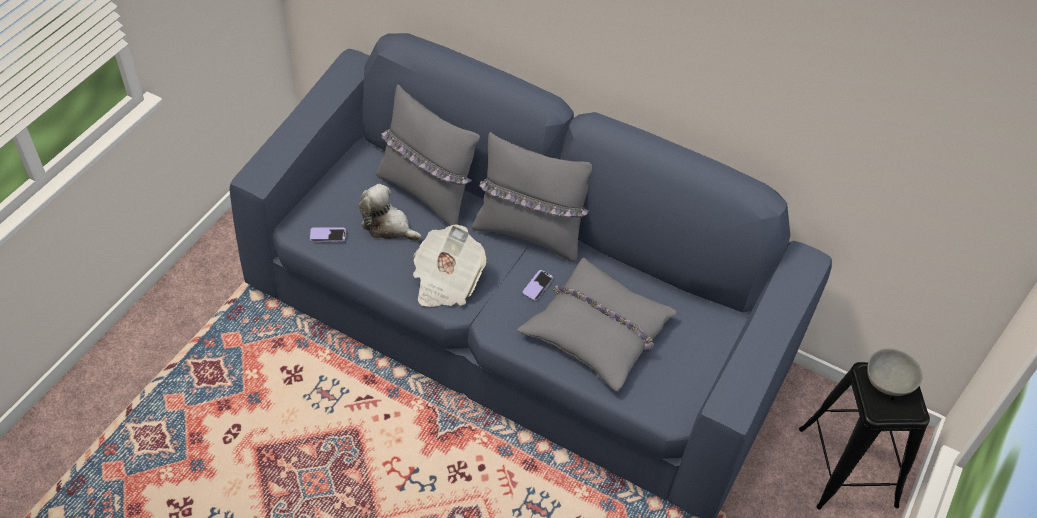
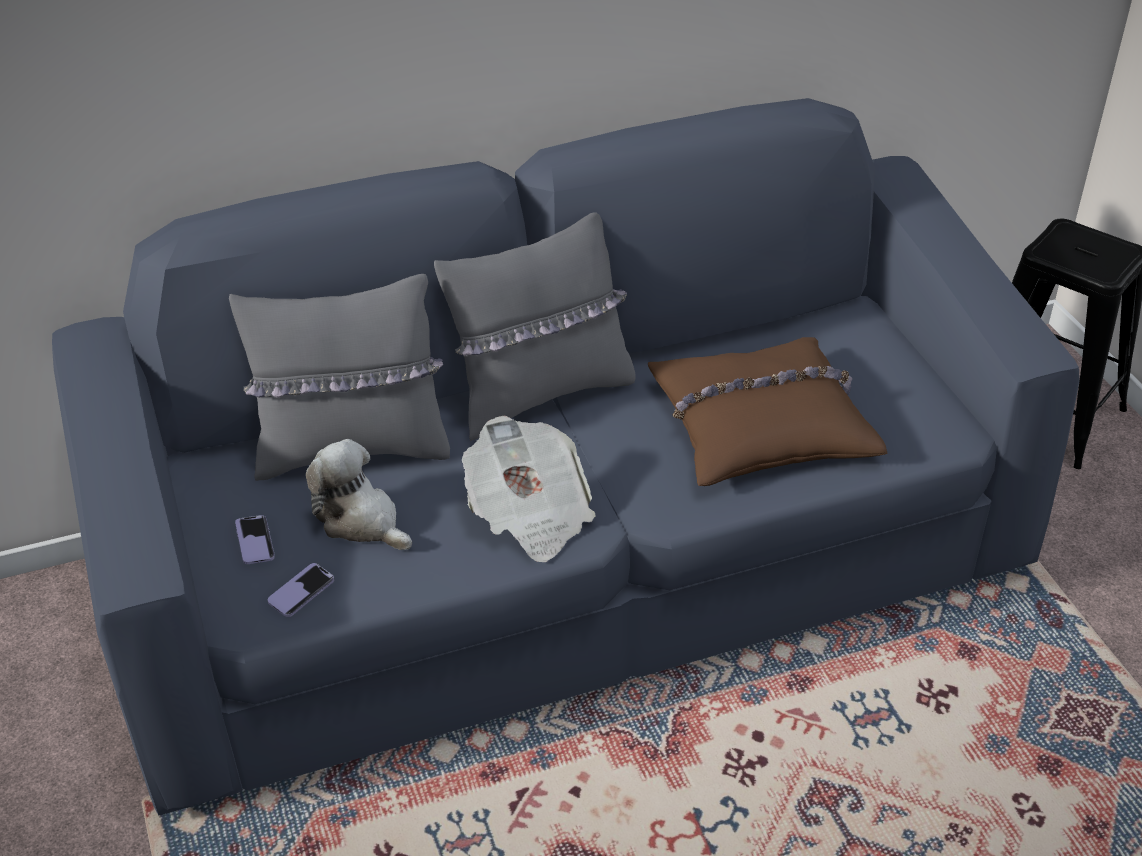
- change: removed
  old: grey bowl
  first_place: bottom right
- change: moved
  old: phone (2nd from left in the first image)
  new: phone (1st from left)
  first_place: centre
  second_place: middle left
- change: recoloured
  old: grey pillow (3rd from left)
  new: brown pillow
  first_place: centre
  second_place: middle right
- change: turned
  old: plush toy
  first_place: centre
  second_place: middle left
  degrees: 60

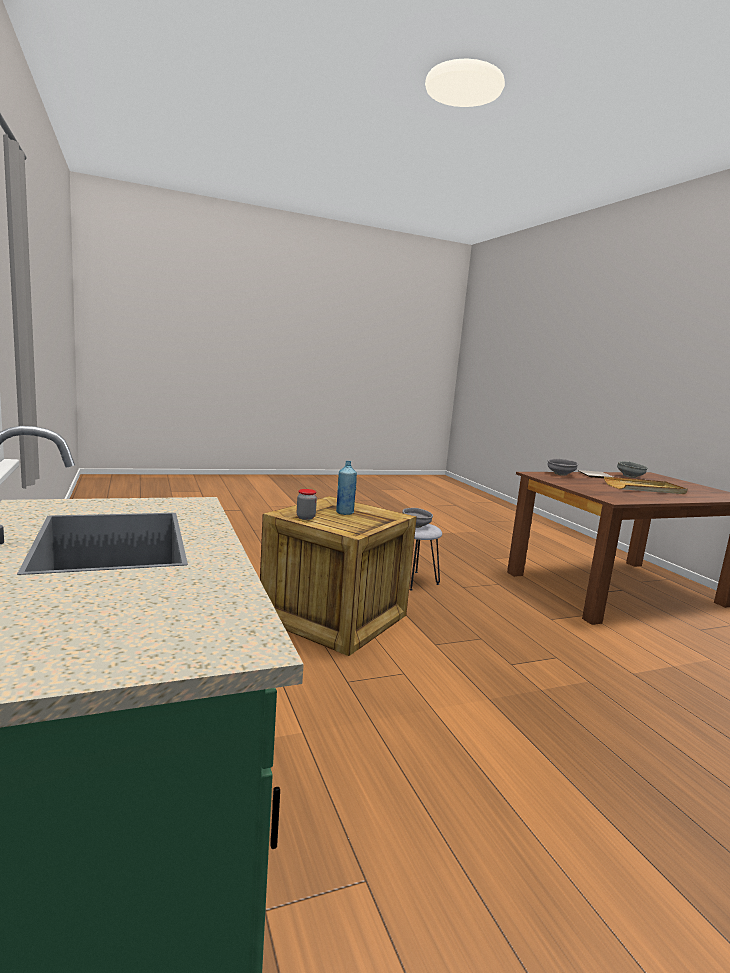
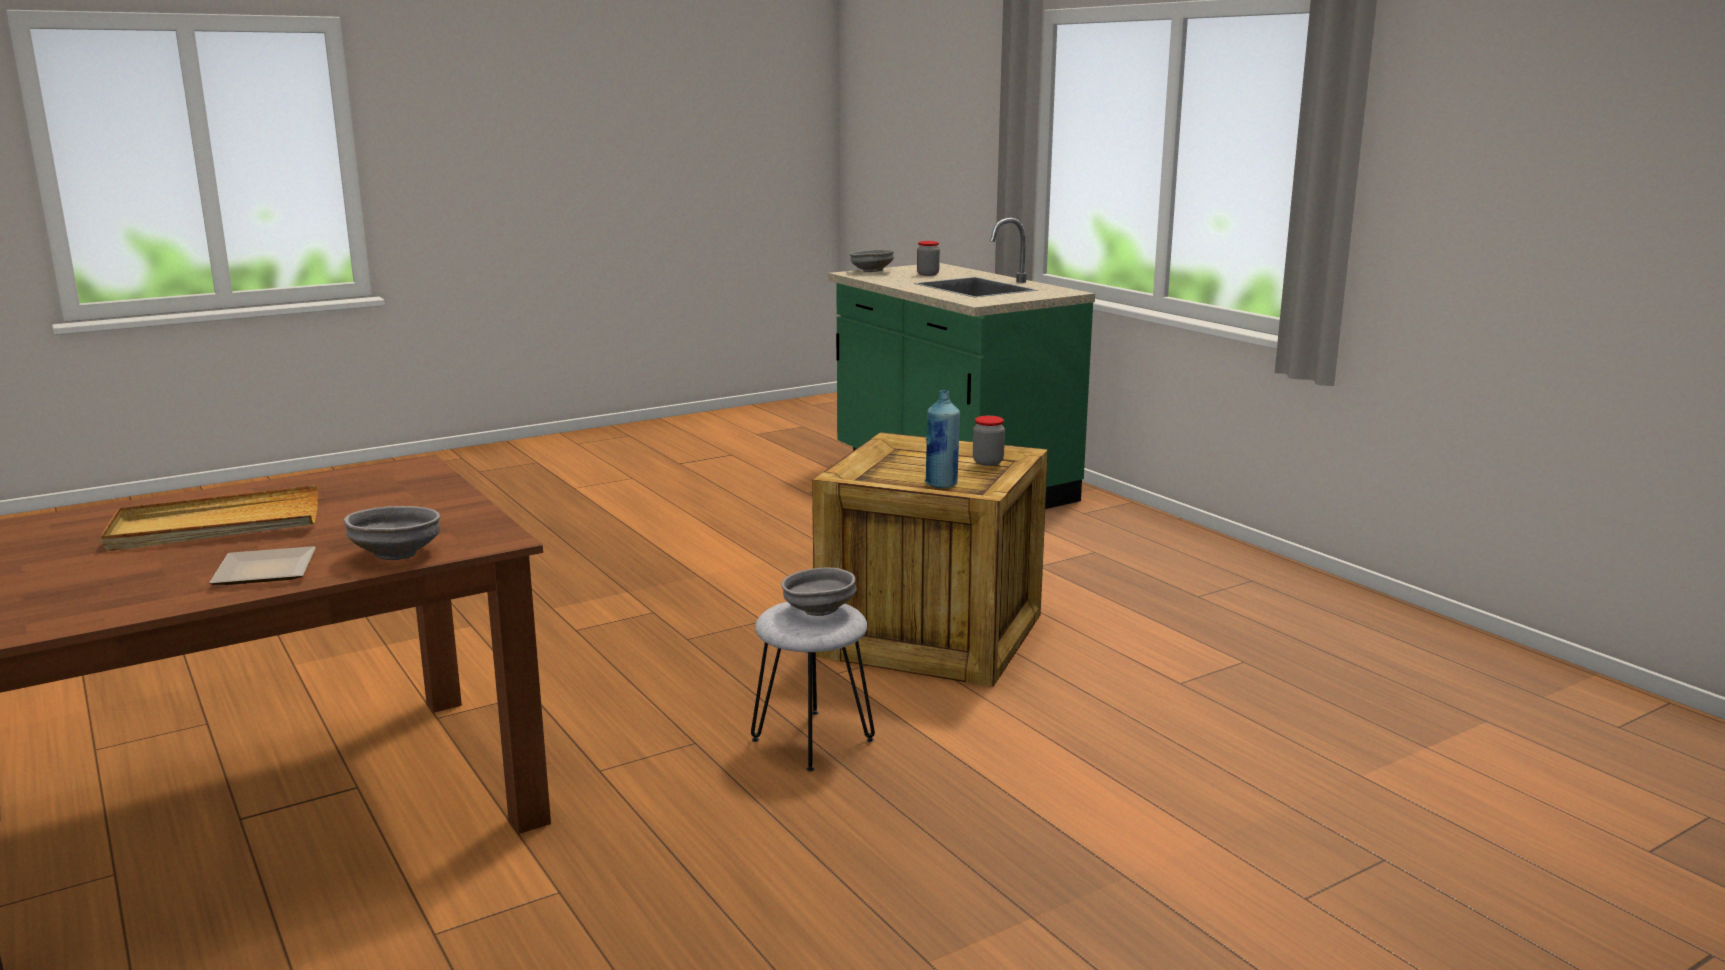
- change: added
  new: jar (1st from left)
  second_place: top centre
- change: moved
  old: grey bowl (3rd from left)
  first_place: middle right
  second_place: top centre

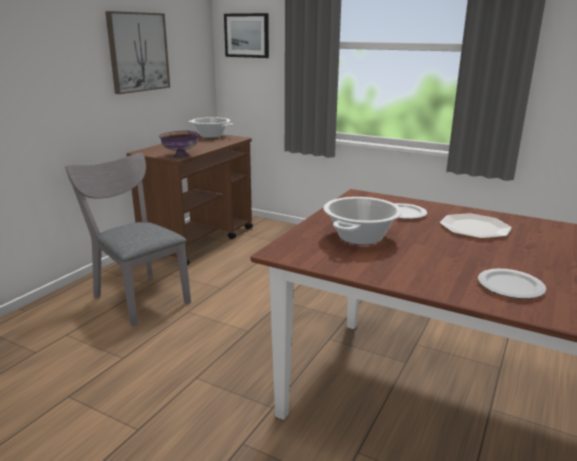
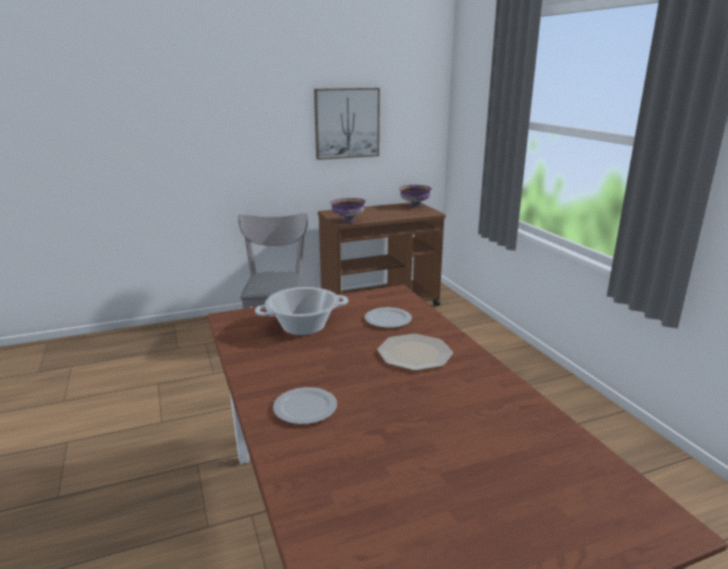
- change: removed
  old: picture (2nd from left)
  first_place: top centre
- change: replaced
  old: cooking pot (1st from left)
  new: purple bowl (2nd from left)
  first_place: top centre
  second_place: centre

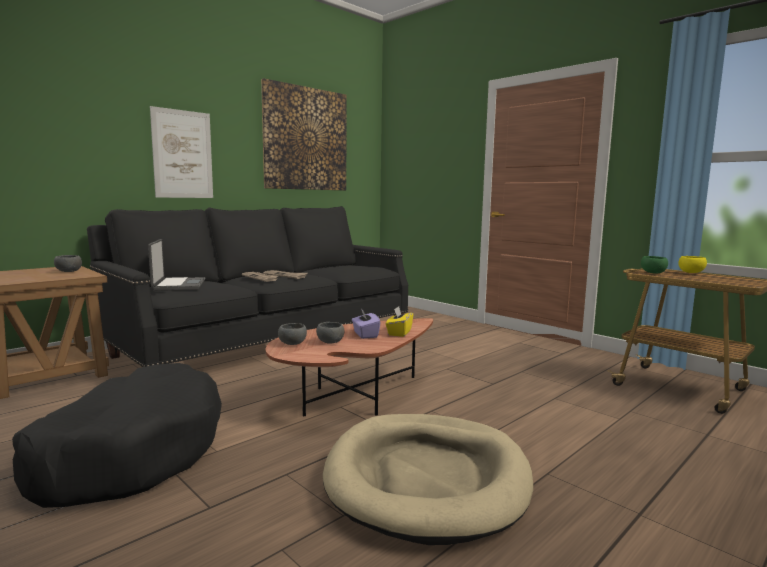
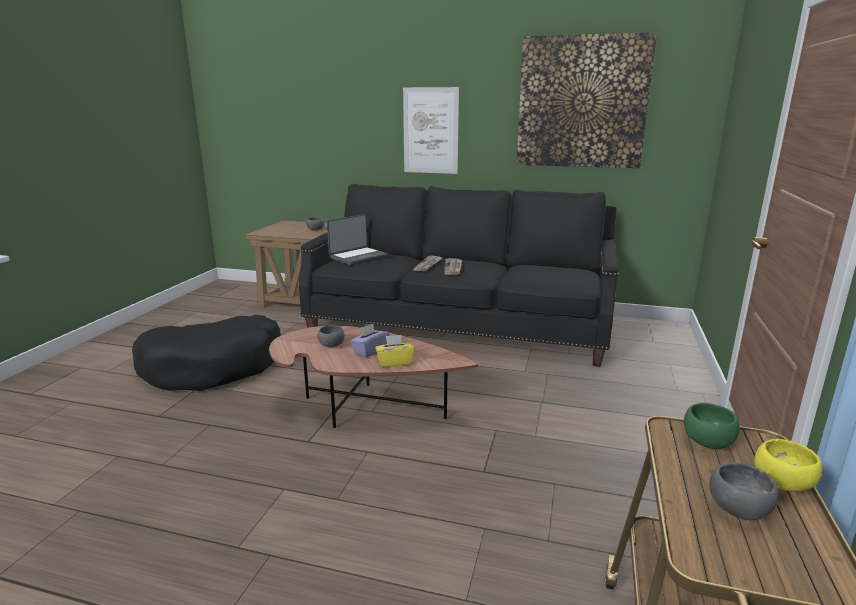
- change: removed
  old: beige dog bed
  first_place: bottom centre
- change: moved
  old: grey bowl (2nd from left in the first image)
  new: grey bowl (3rd from left)
  first_place: centre
  second_place: bottom right

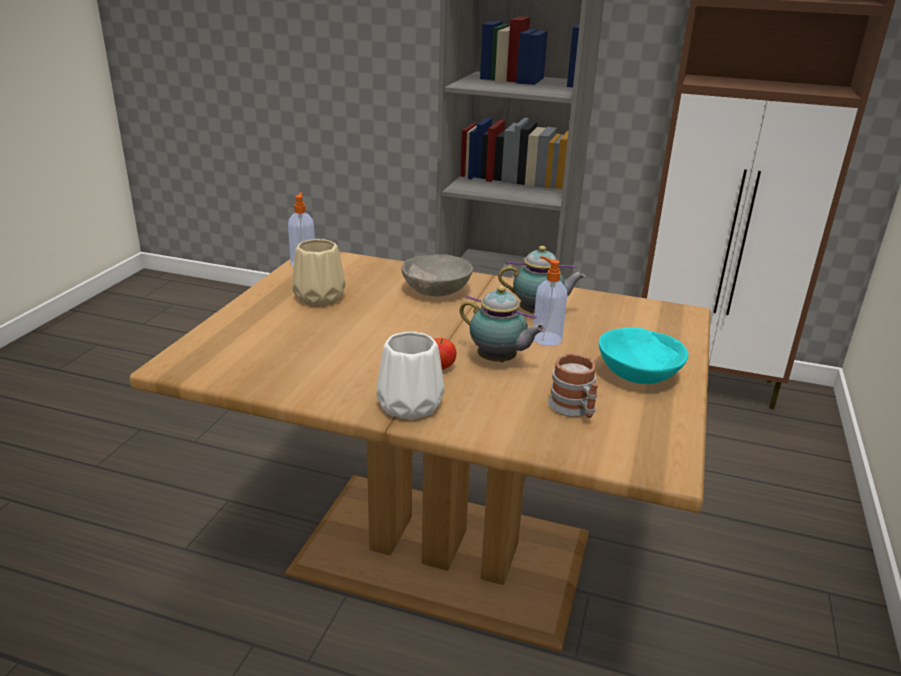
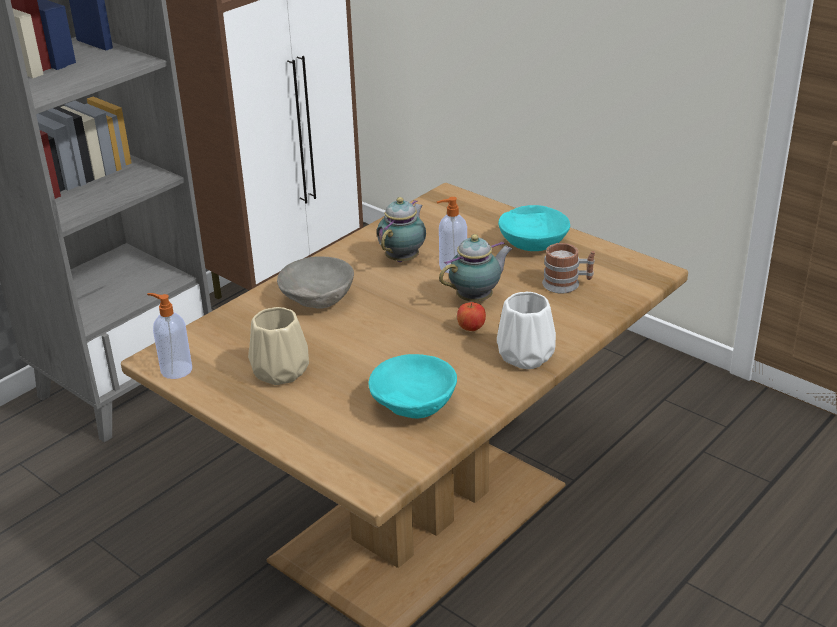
- change: added
  new: turquoise bowl (1st from left)
  second_place: centre

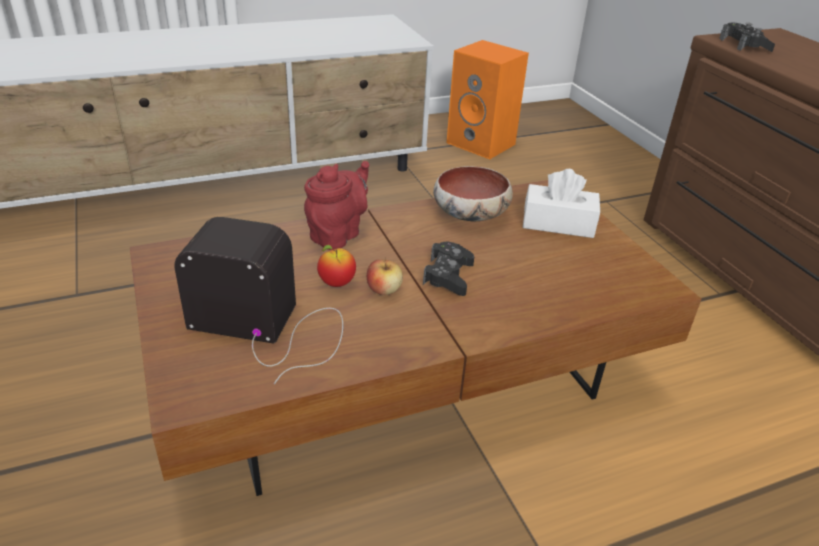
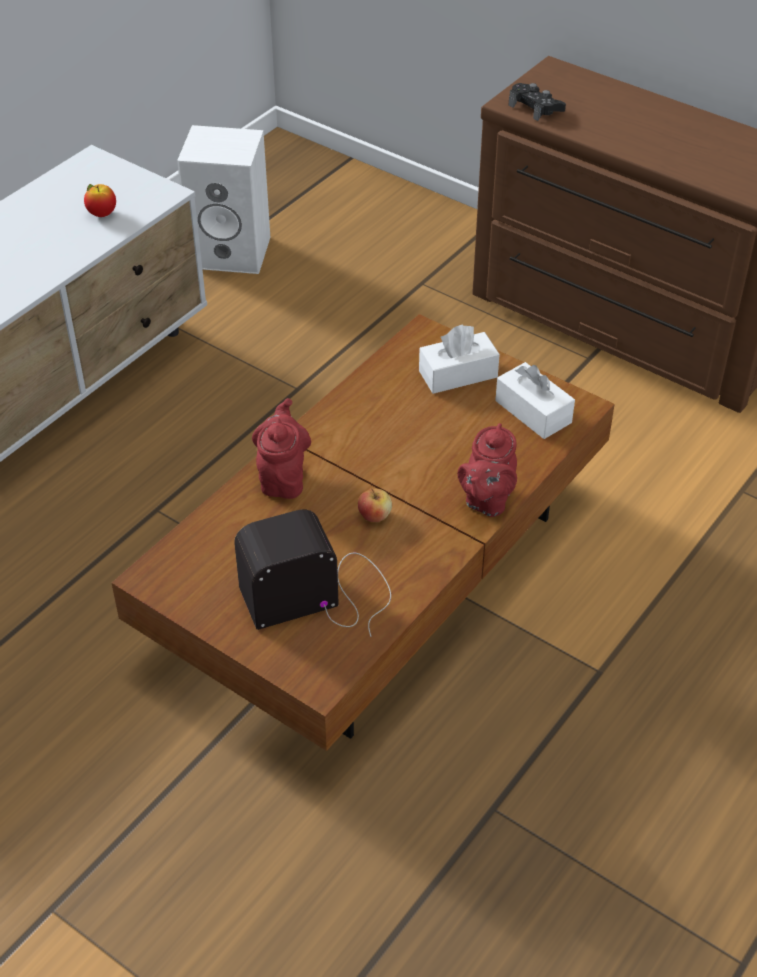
- change: removed
  old: black game controller (1st from left)
  first_place: centre
- change: removed
  old: bowl
  first_place: centre
- change: added
  new: red teapot (2nd from left)
  second_place: centre
- change: added
  new: white tissue box (2nd from left)
  second_place: middle right
- change: moved
  old: apple (1st from left)
  first_place: centre
  second_place: top left
- change: recoloured
  old: orange speaker
  new: white speaker
  first_place: top centre
  second_place: top left

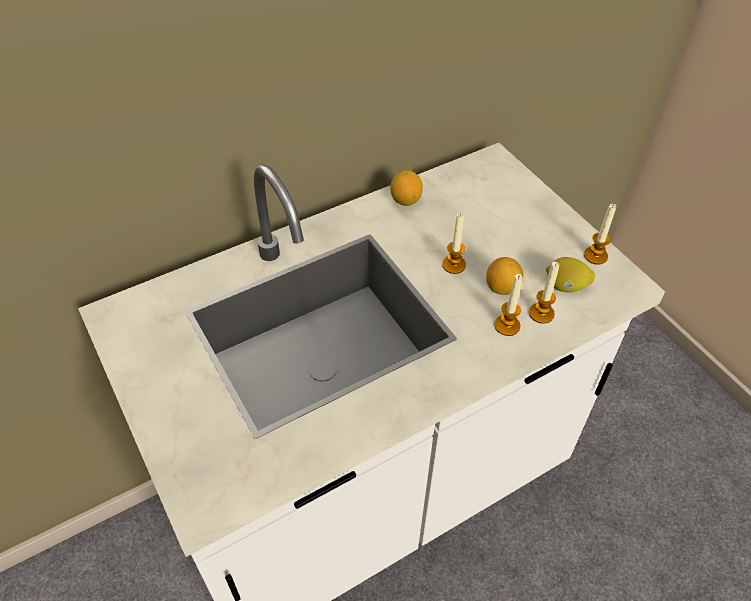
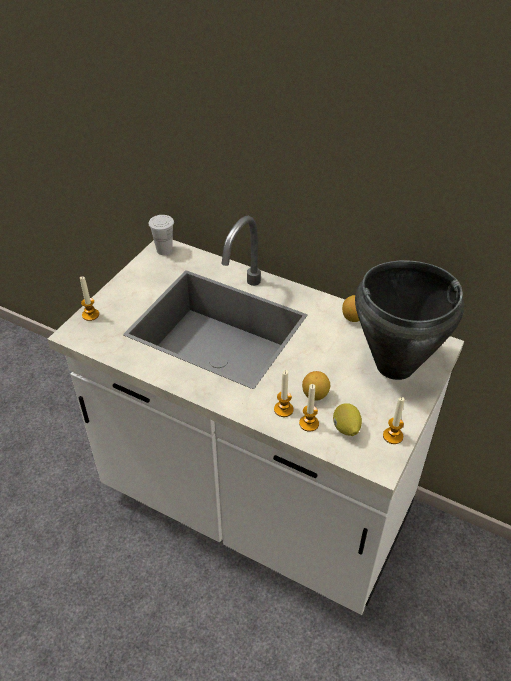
- change: added
  new: white cup
  second_place: middle left
- change: added
  new: black cooking pot
  second_place: middle right
- change: moved
  old: candle (1st from left)
  first_place: centre
  second_place: middle left

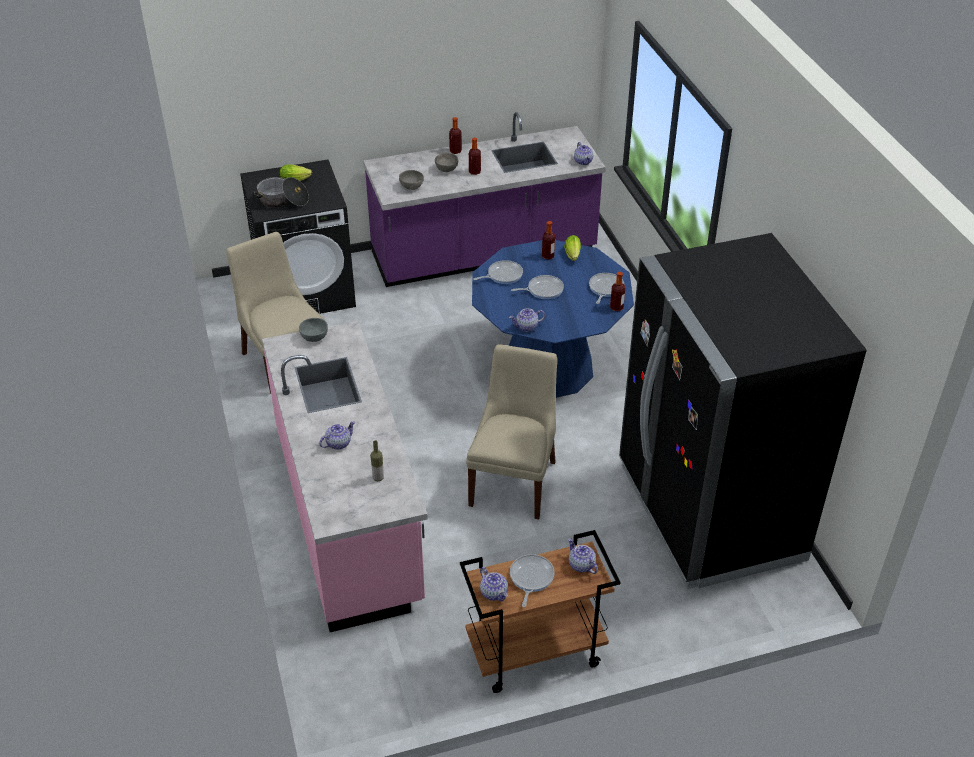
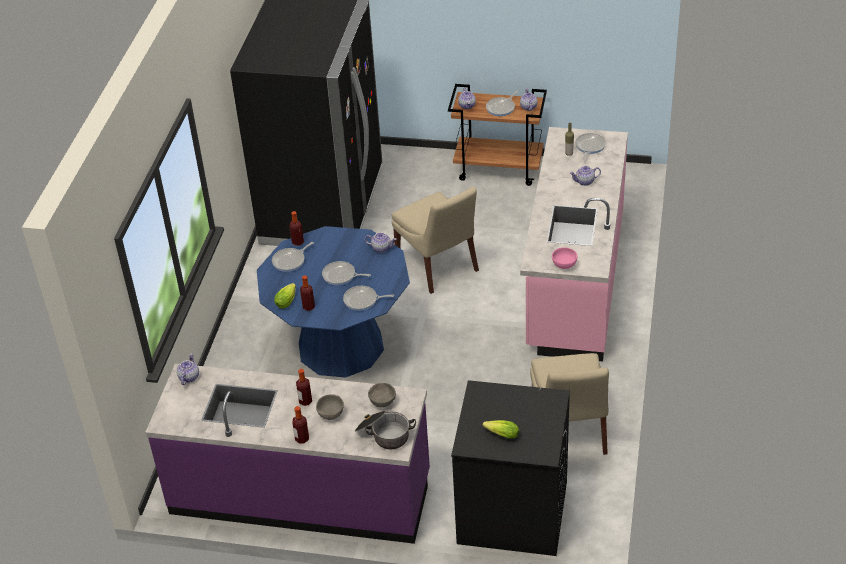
- change: added
  new: frying pan (5th from left)
  second_place: top right
- change: moved
  old: cooking pot
  first_place: top left
  second_place: bottom centre
- change: recoloured
  old: grey bowl (1st from left)
  new: pink bowl
  first_place: middle left
  second_place: middle right
- change: turned
  old: beige chair (2nd from left in the first image)
  first_place: centre
  second_place: centre
  degrees: -75

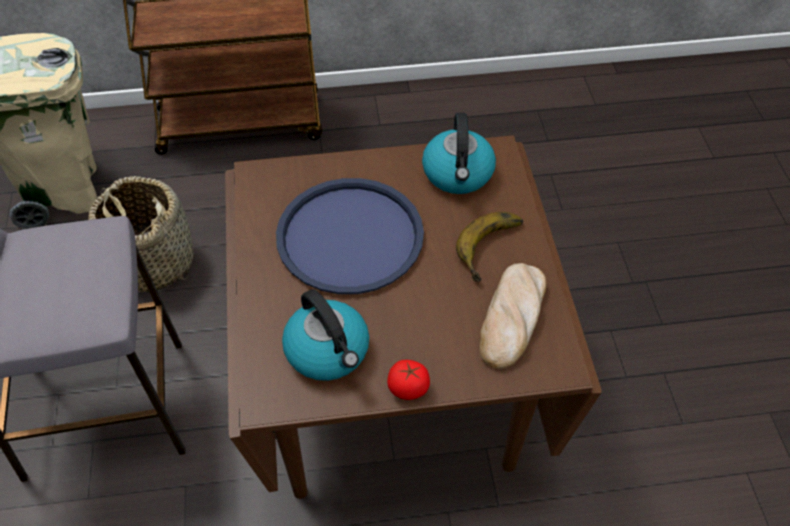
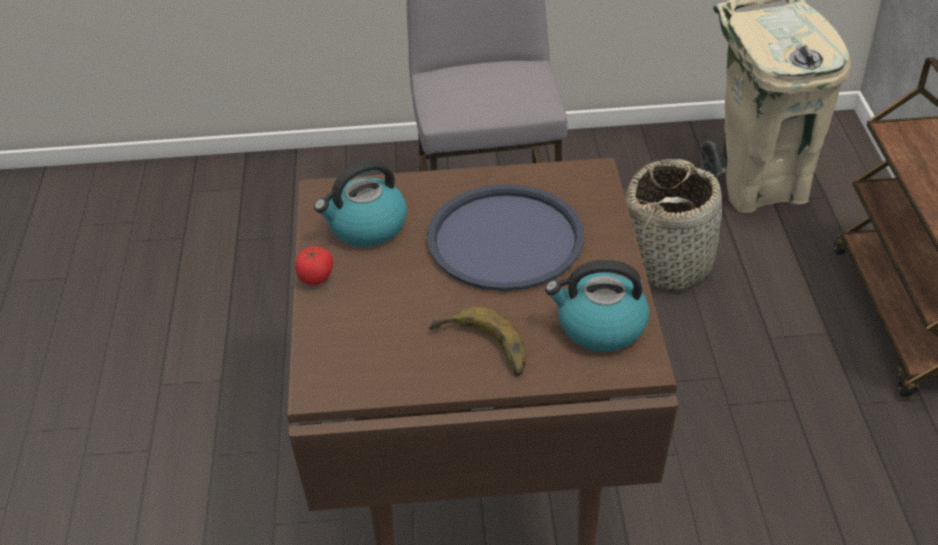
- change: removed
  old: bread
  first_place: centre

